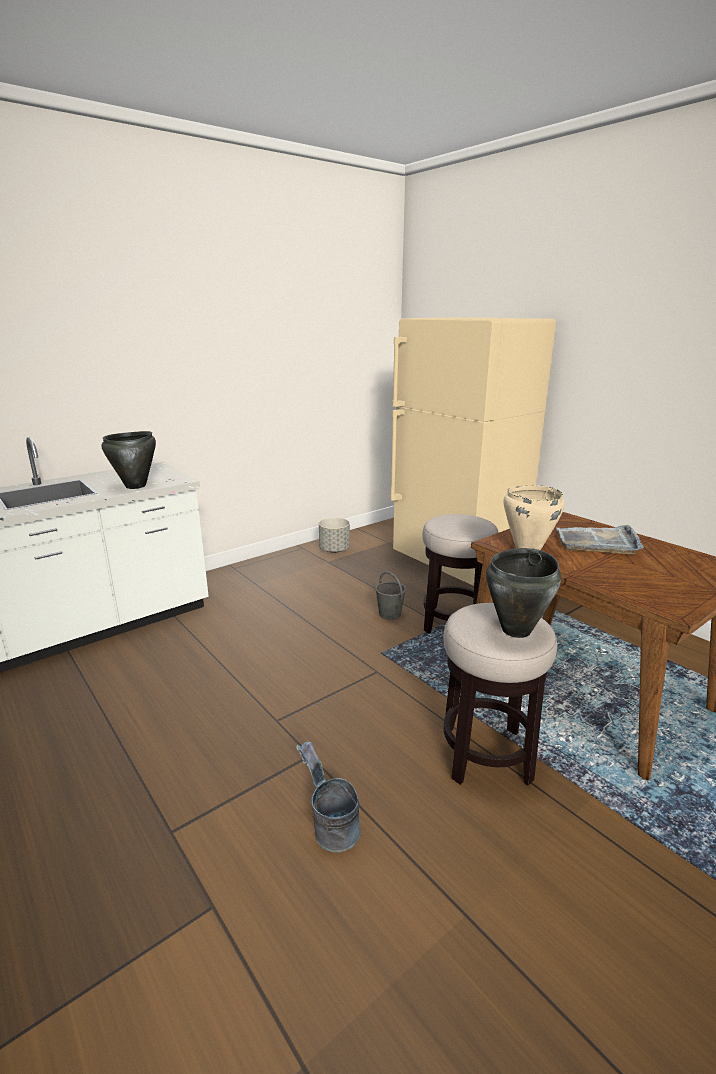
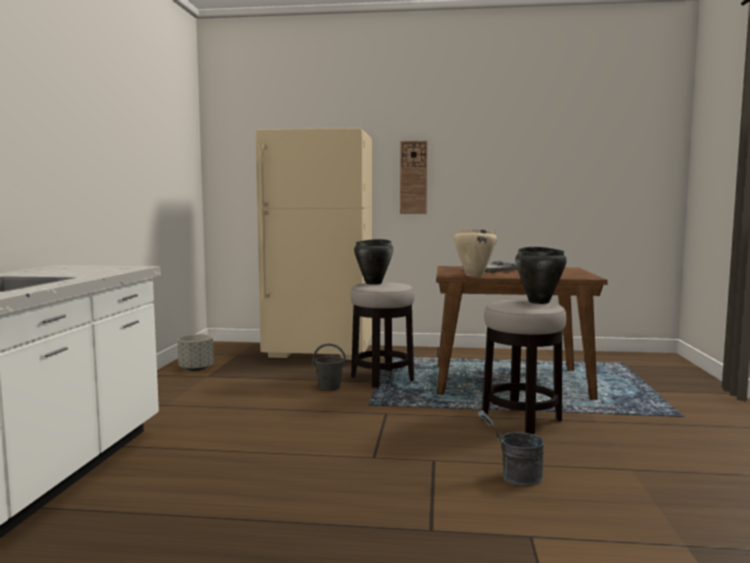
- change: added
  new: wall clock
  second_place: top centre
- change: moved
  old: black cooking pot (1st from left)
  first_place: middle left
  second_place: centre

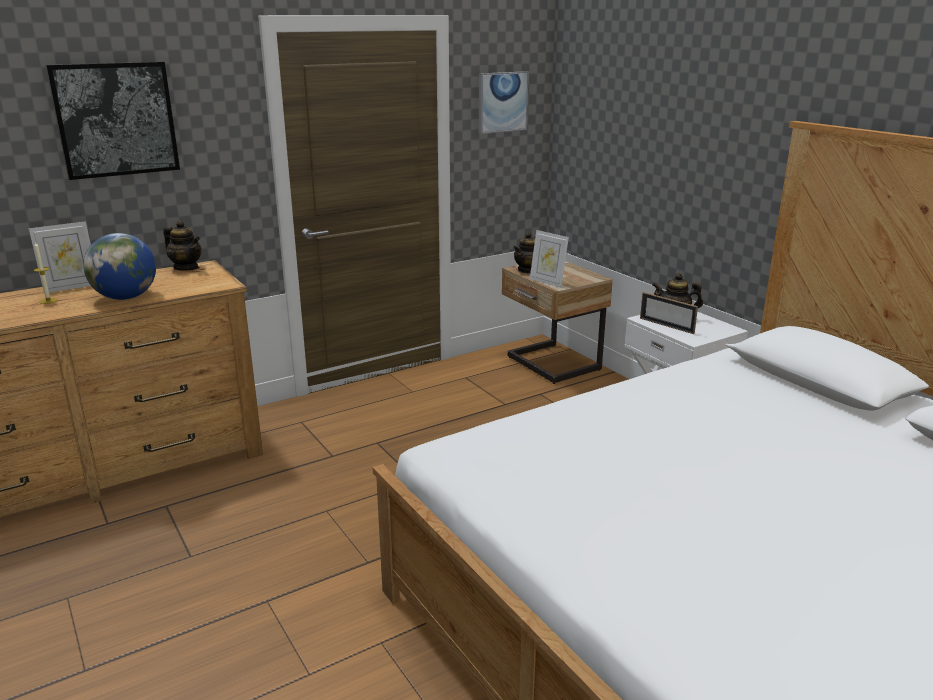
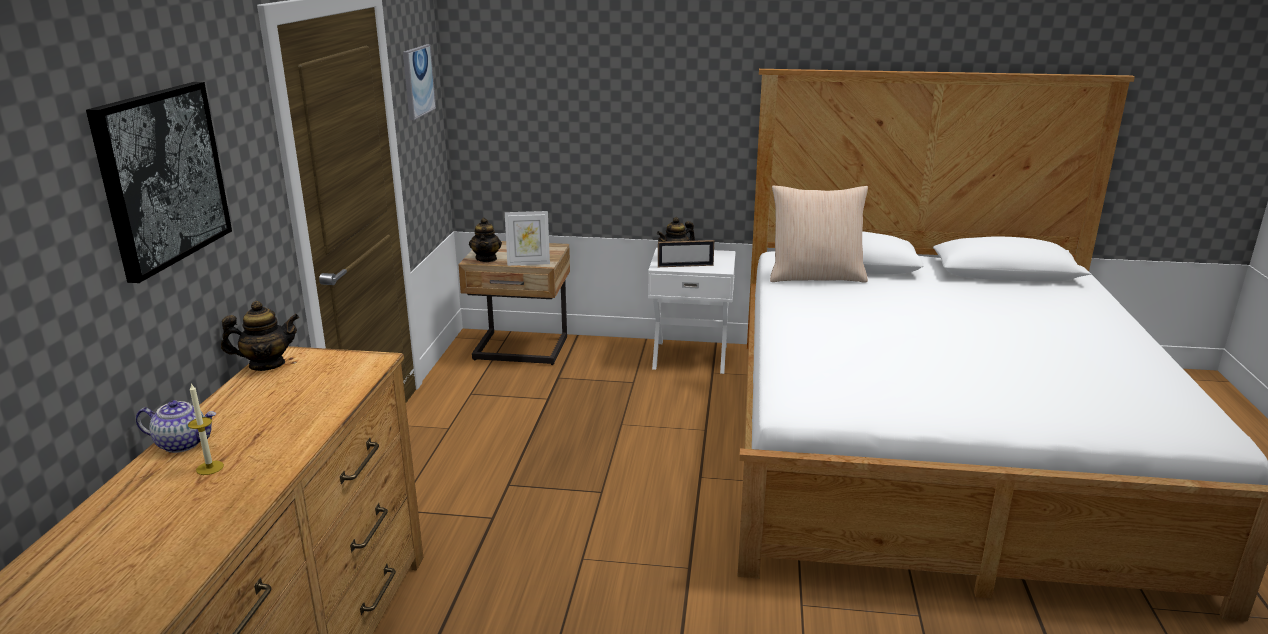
- change: removed
  old: globe
  first_place: middle left
- change: added
  new: beige pillow
  second_place: centre
- change: replaced
  old: picture frame (1st from left)
  new: teapot (1st from left)
  first_place: middle left
  second_place: bottom left

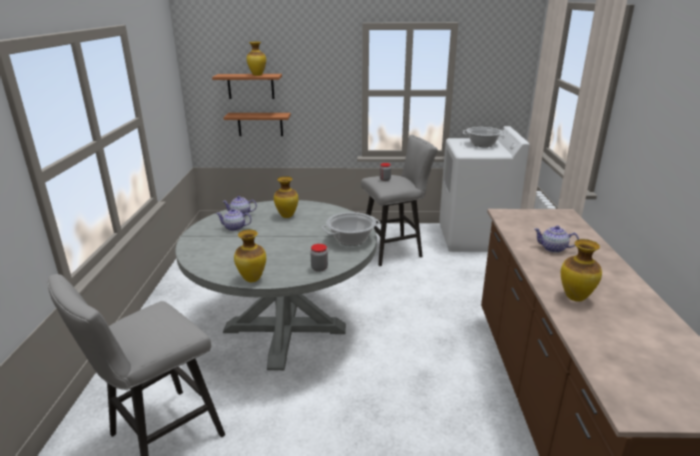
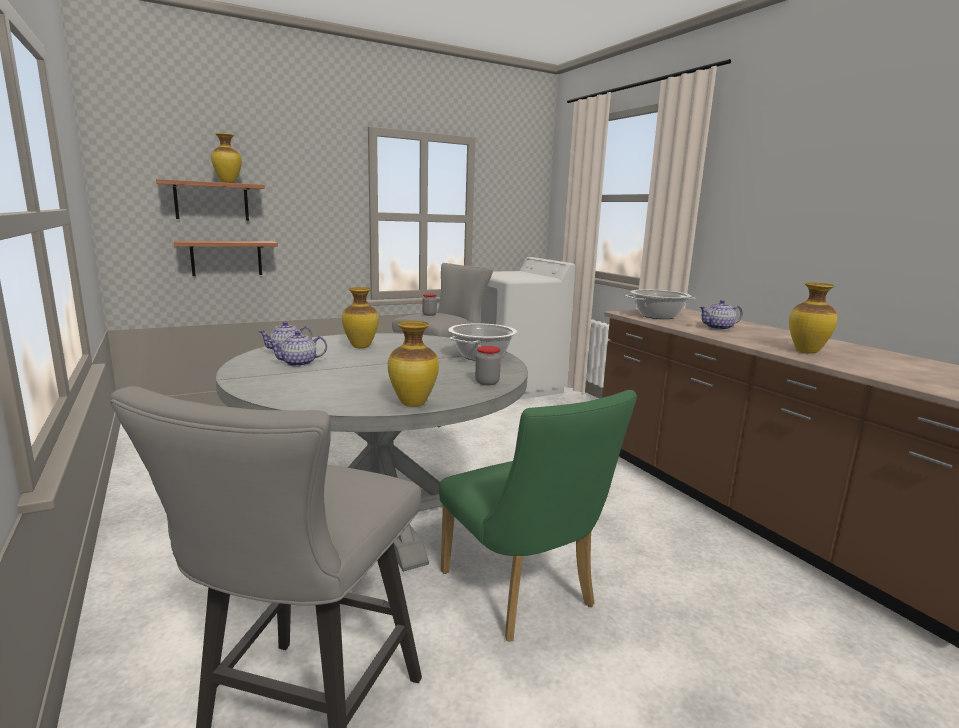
- change: added
  new: green chair
  second_place: bottom centre
- change: moved
  old: cooking pot (2nd from left)
  first_place: top right
  second_place: middle right

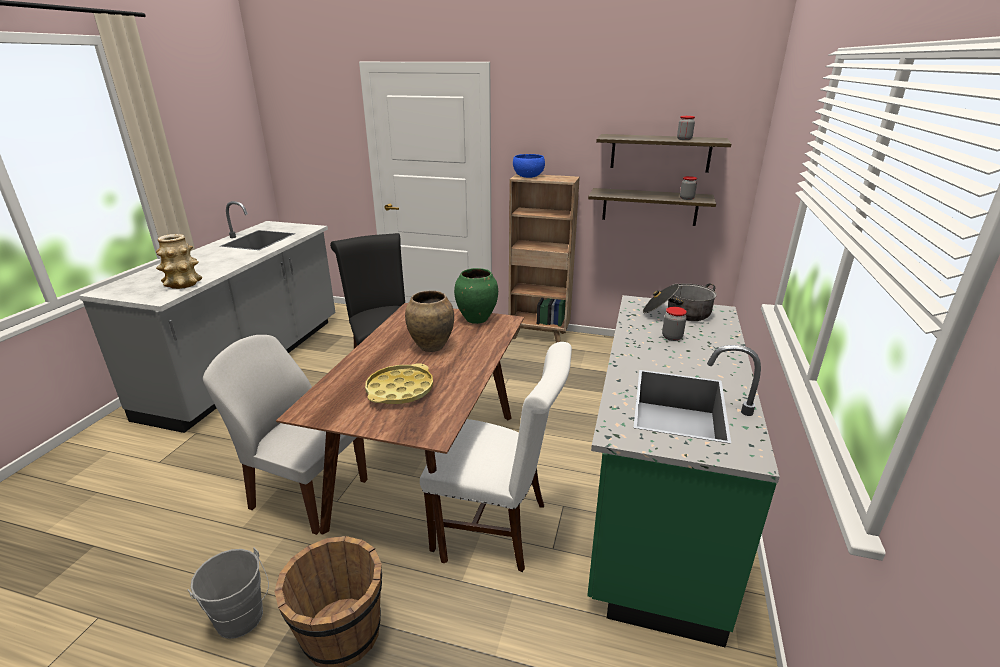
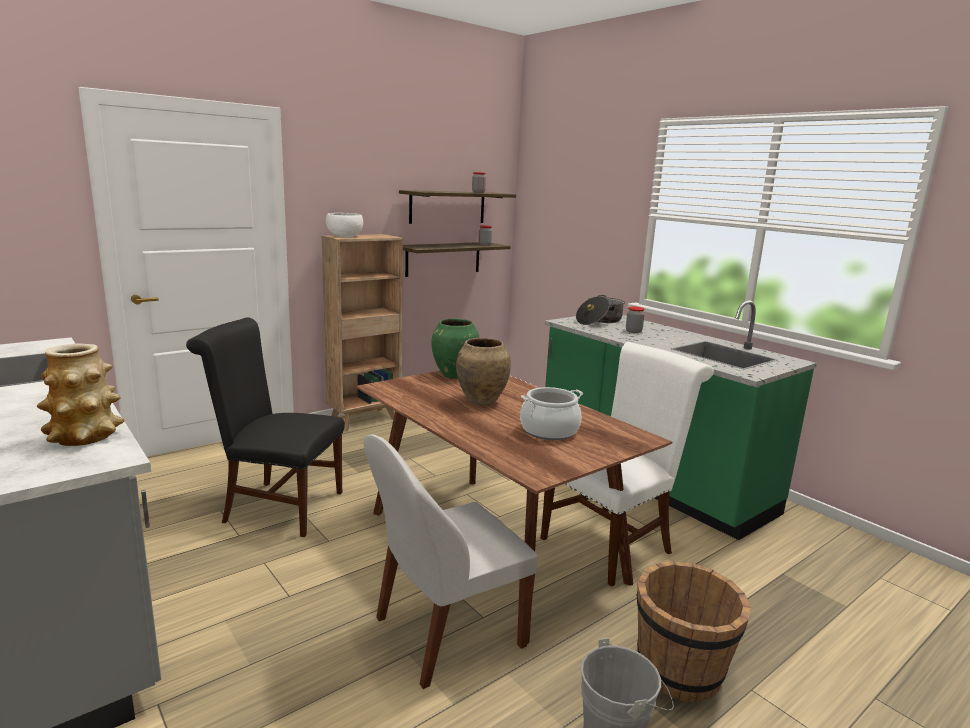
- change: replaced
  old: yellow tray
  new: cooking pot (1st from left)
  first_place: centre
  second_place: centre
- change: recoloured
  old: blue bowl
  new: white bowl
  first_place: top centre
  second_place: top centre

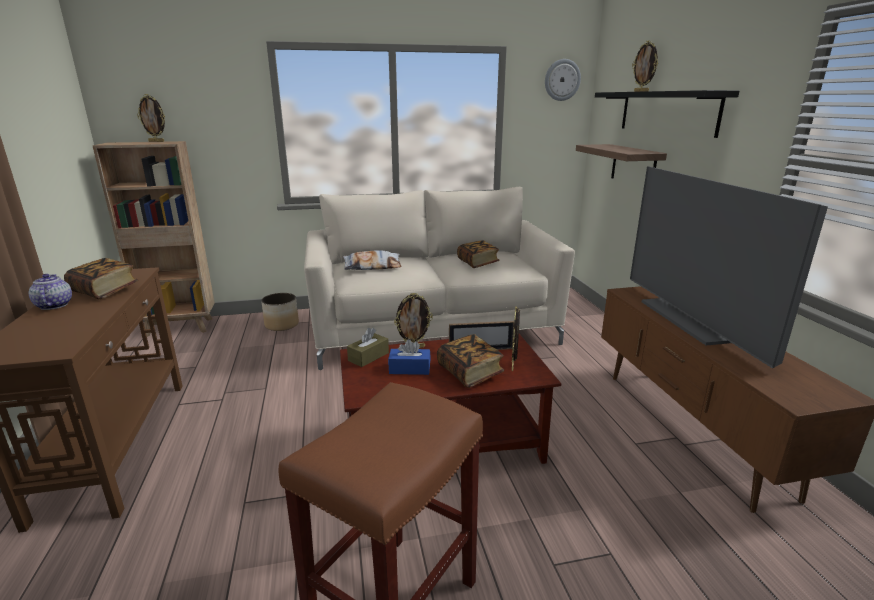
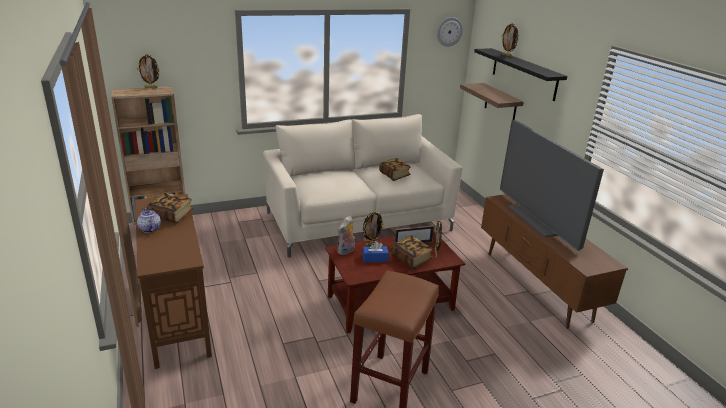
- change: removed
  old: planter
  first_place: middle left
- change: removed
  old: pillow
  first_place: centre
- change: replaced
  old: brown tissue box
  new: plush toy
  first_place: centre
  second_place: centre

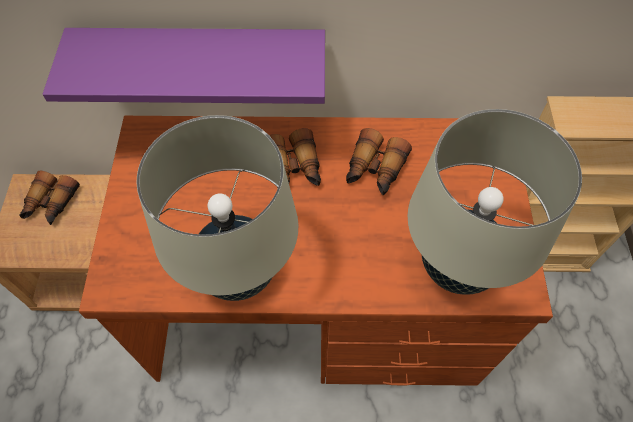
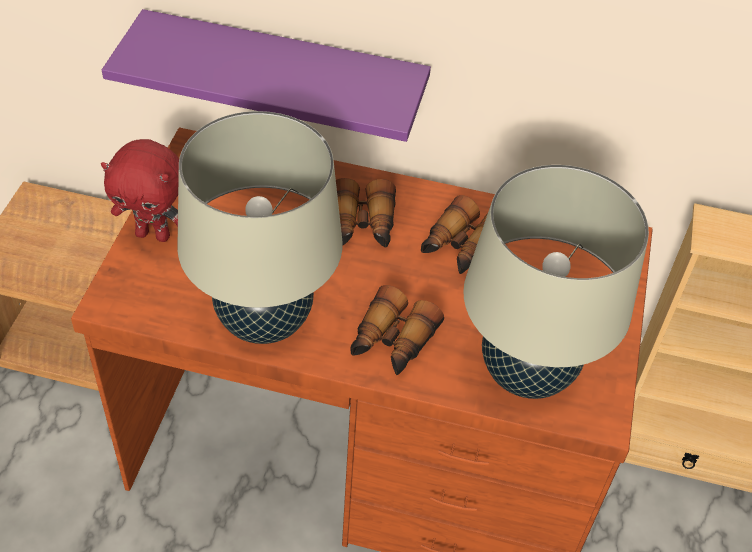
- change: added
  new: red plush toy
  second_place: middle left
- change: moved
  old: binoculars (1st from left in the first image)
  new: binoculars (2nd from left)
  first_place: middle left
  second_place: centre

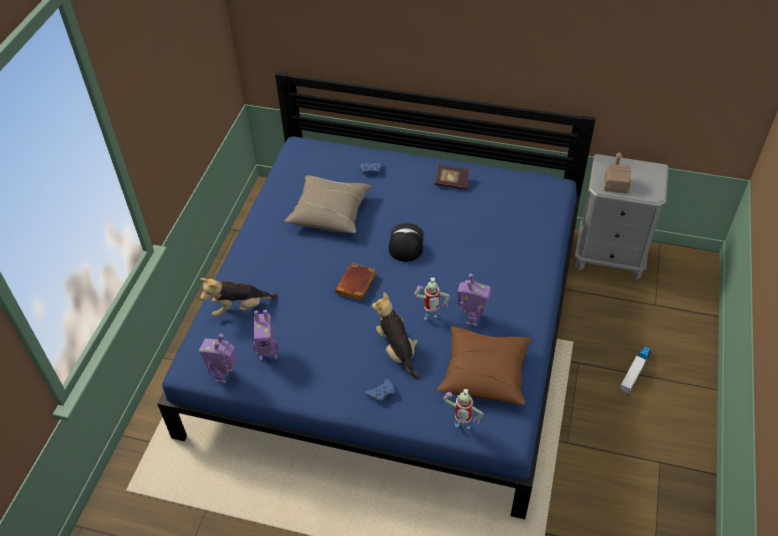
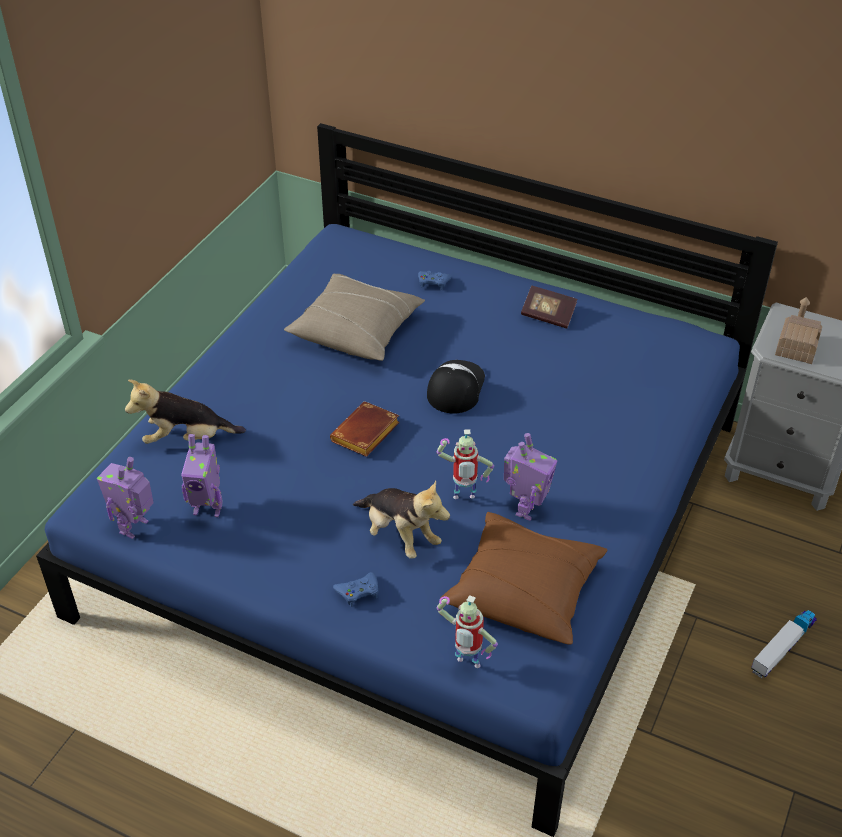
- change: turned
  old: plush toy (2nd from left)
  first_place: centre
  second_place: centre
  degrees: 150

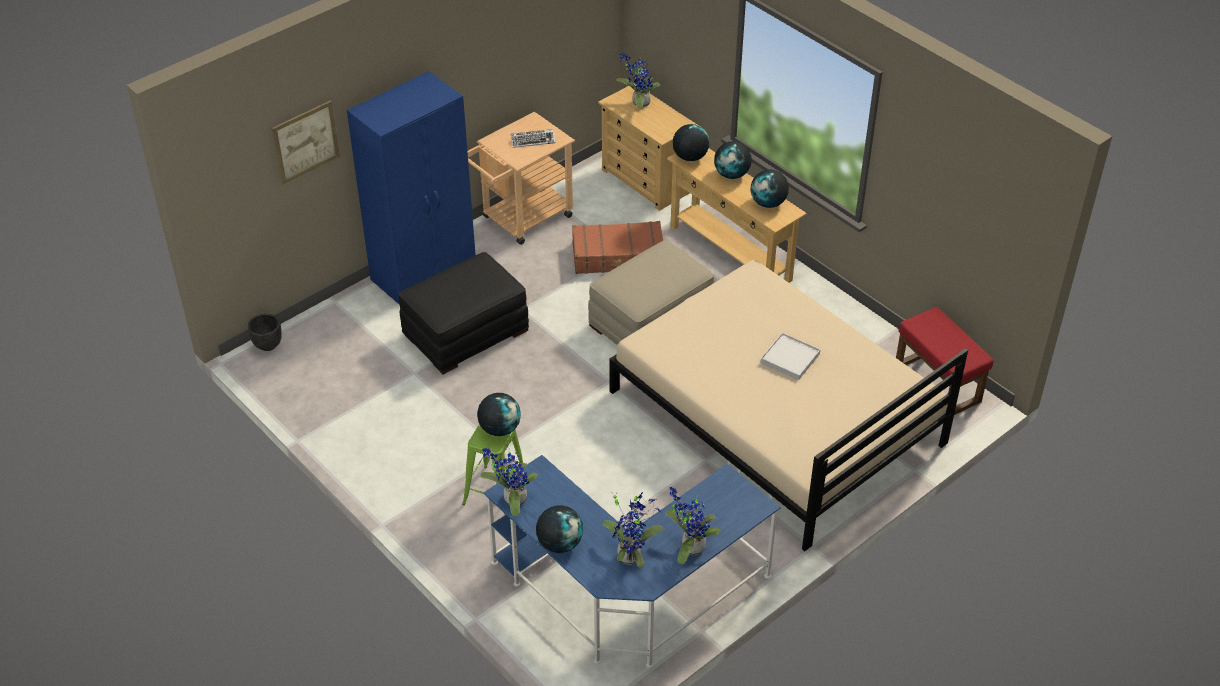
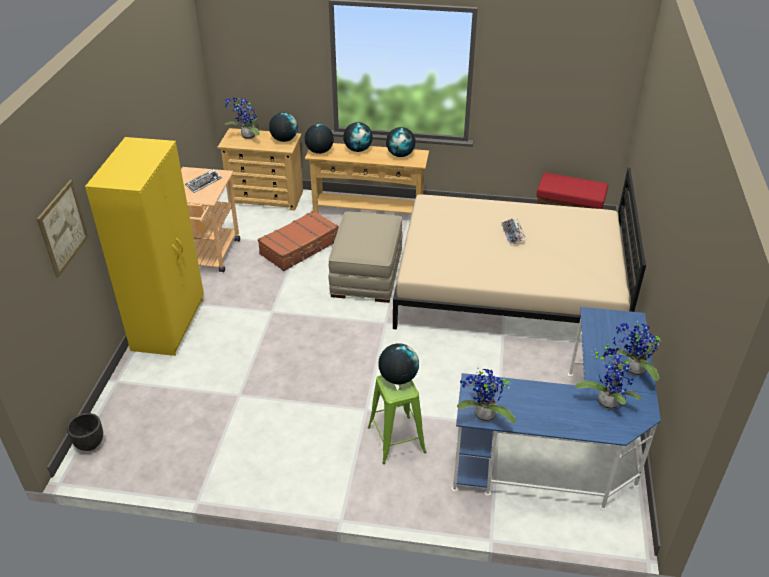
- change: removed
  old: black ottoman
  first_place: centre
- change: moved
  old: globe (2nd from left in the first image)
  new: globe (1st from left)
  first_place: bottom centre
  second_place: top centre
- change: replaced
  old: white tray
  new: keyboard (2nd from left)
  first_place: centre
  second_place: middle right
- change: recoloured
  old: blue wardrobe
  new: yellow wardrobe
  first_place: top centre
  second_place: middle left

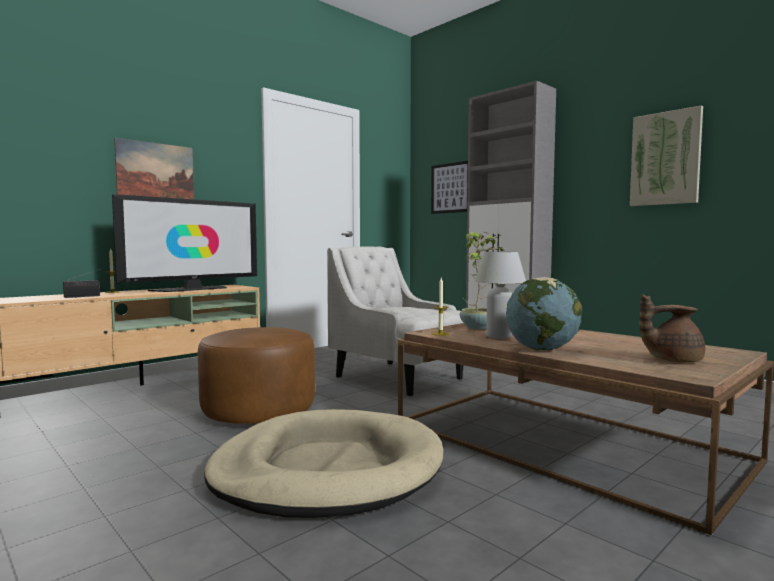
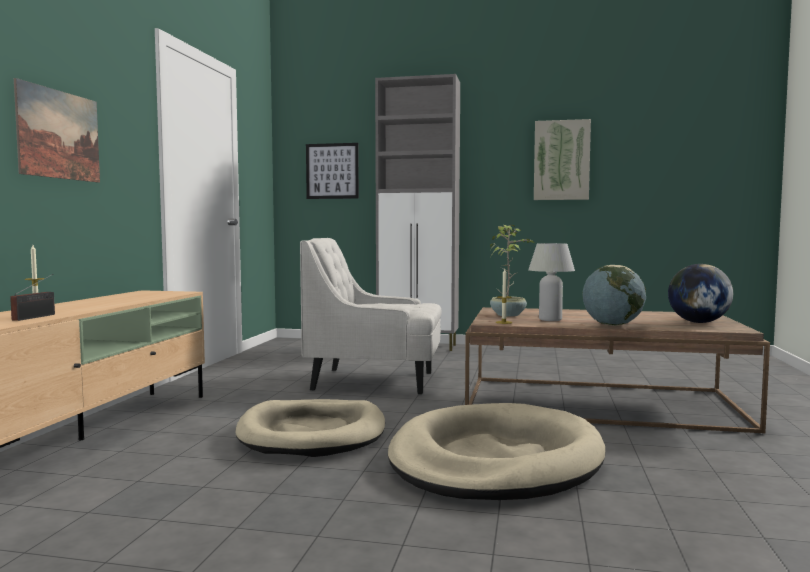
- change: removed
  old: television
  first_place: middle left
- change: replaced
  old: brown ottoman
  new: beige dog bed (1st from left)
  first_place: middle left
  second_place: bottom centre
- change: replaced
  old: brown teapot
  new: globe (2nd from left)
  first_place: middle right
  second_place: middle right

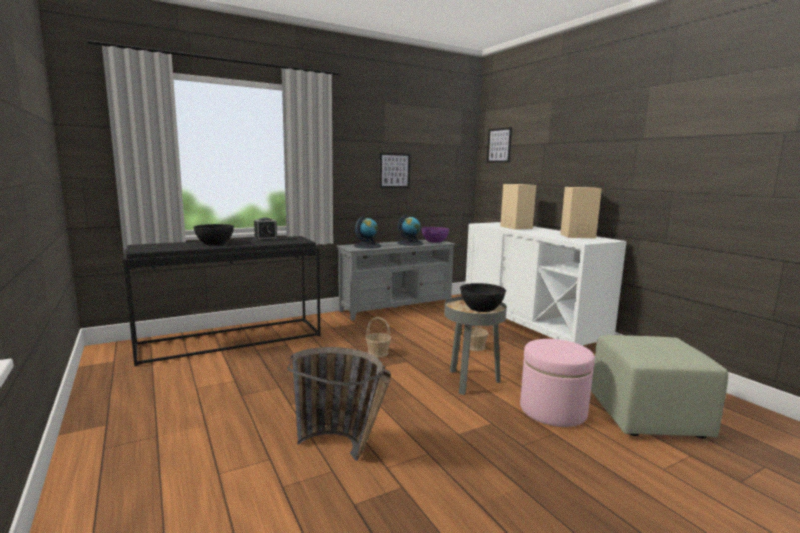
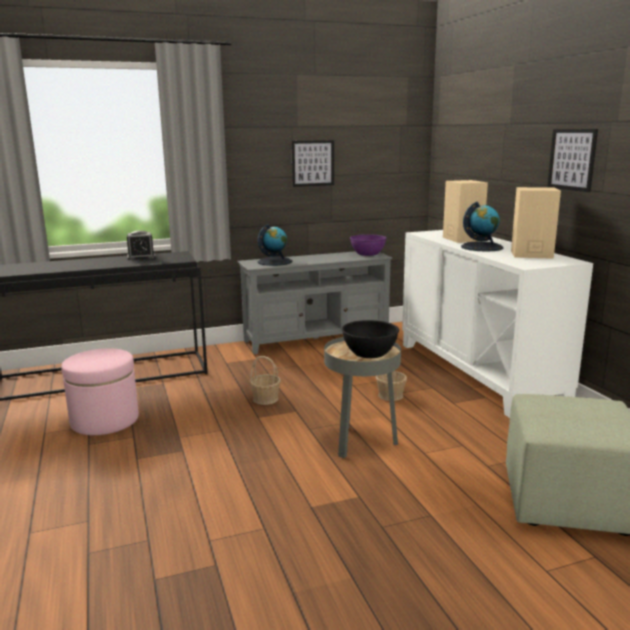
- change: removed
  old: black bowl (1st from left)
  first_place: middle left
- change: removed
  old: basket (1st from left)
  first_place: bottom centre
- change: moved
  old: globe (2nd from left)
  first_place: centre
  second_place: middle right
- change: moved
  old: picture (2nd from left)
  first_place: top centre
  second_place: top right
- change: moved
  old: pink ottoman
  first_place: bottom right
  second_place: middle left

